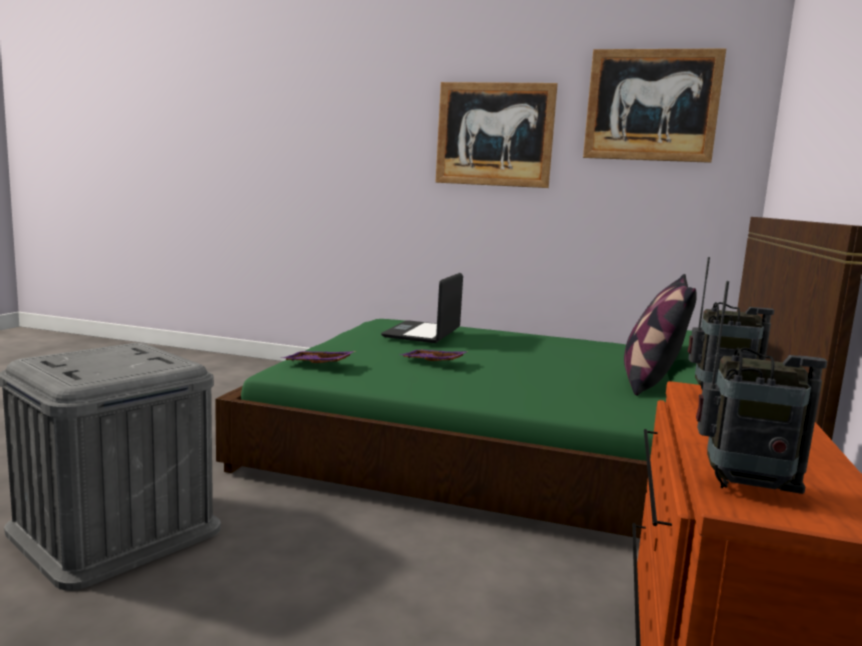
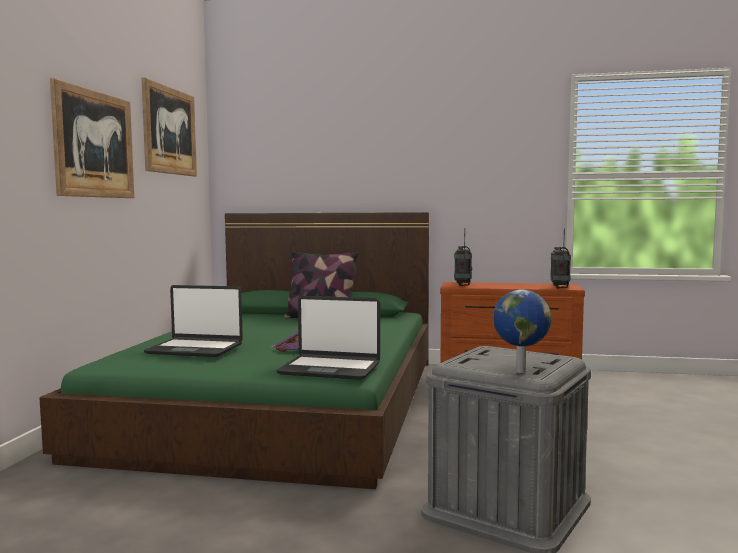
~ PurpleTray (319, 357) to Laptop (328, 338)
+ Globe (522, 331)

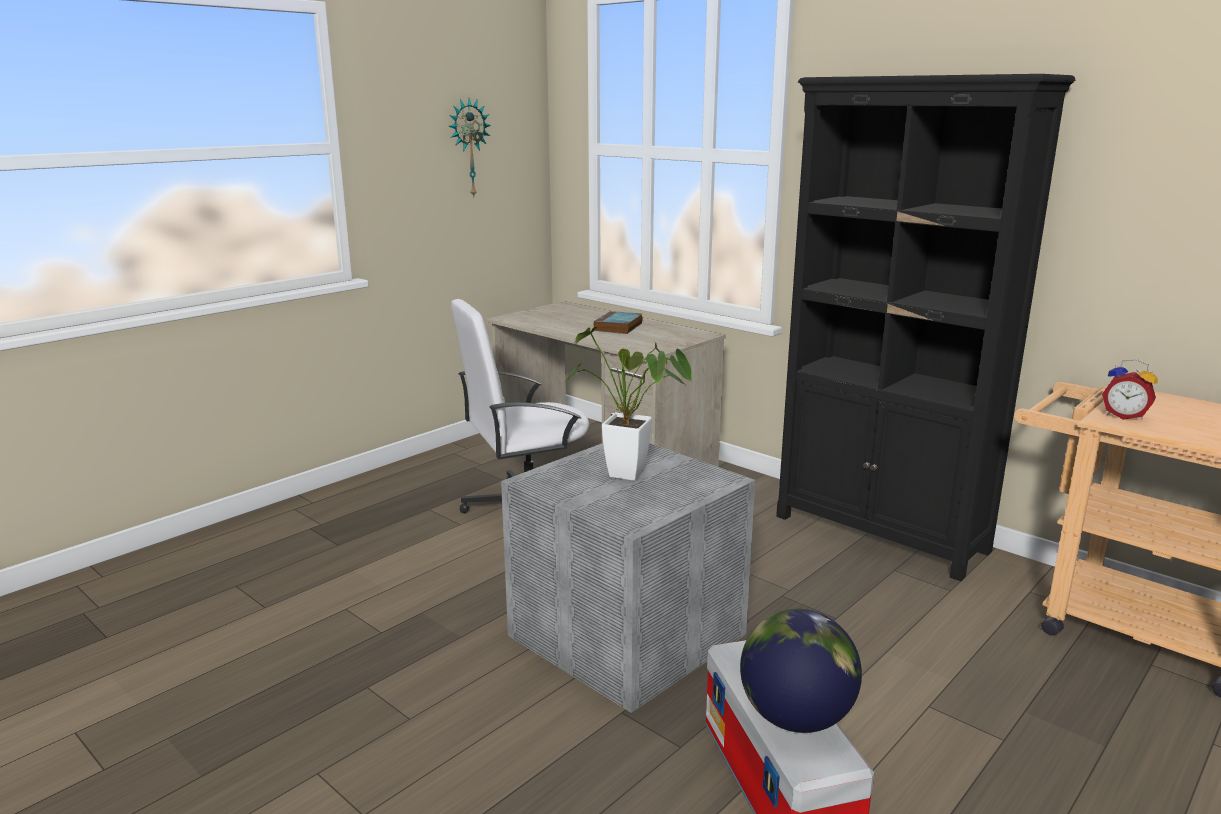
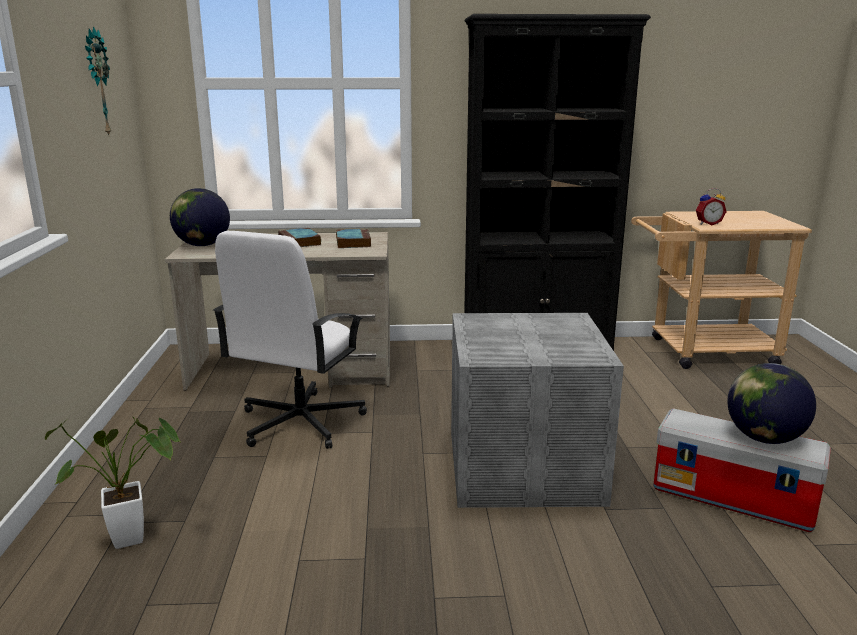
~ PottedPlant (628, 404) to (113, 483)
+ Globe (200, 217)
+ Book (353, 238)

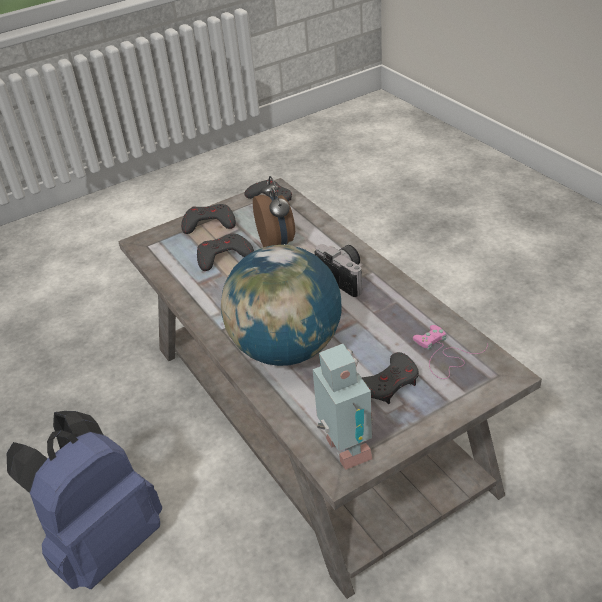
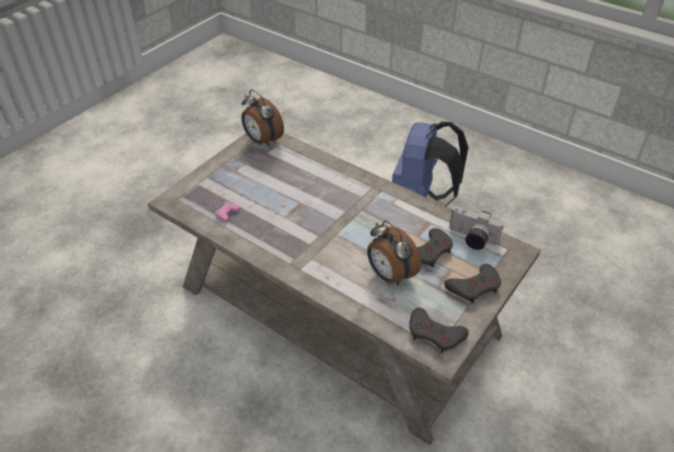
~ PhotoCamera (339, 270) to (476, 228)
- Globe (281, 305)
~ ToyRobot (343, 407) to AlarmClock (263, 118)
- GreyGameController (390, 378)

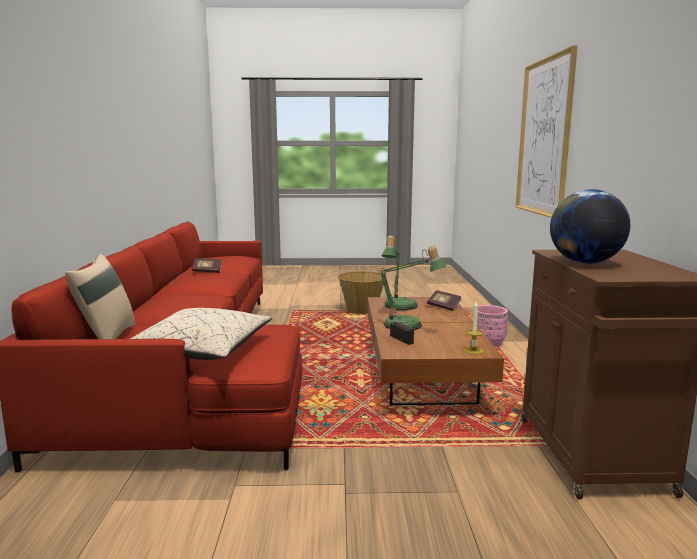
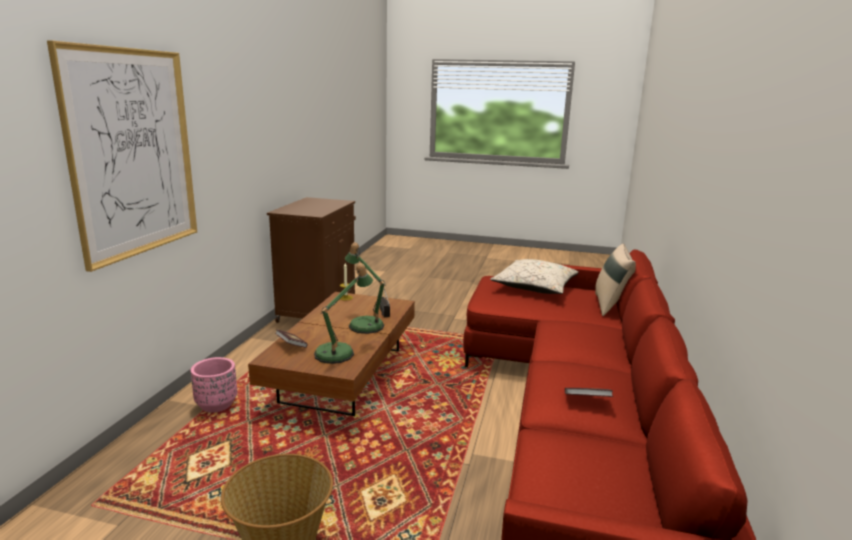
- Globe (590, 226)

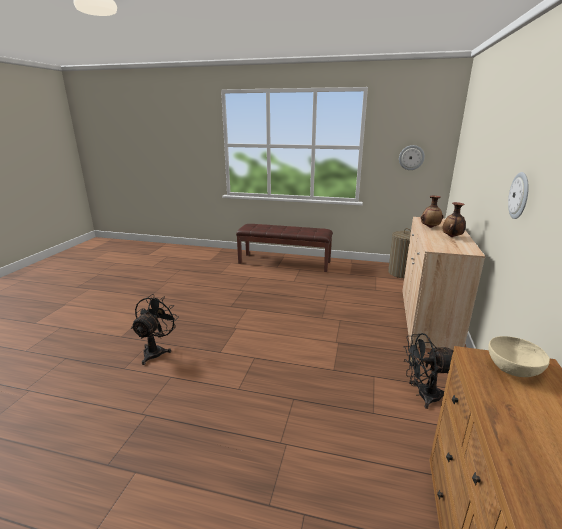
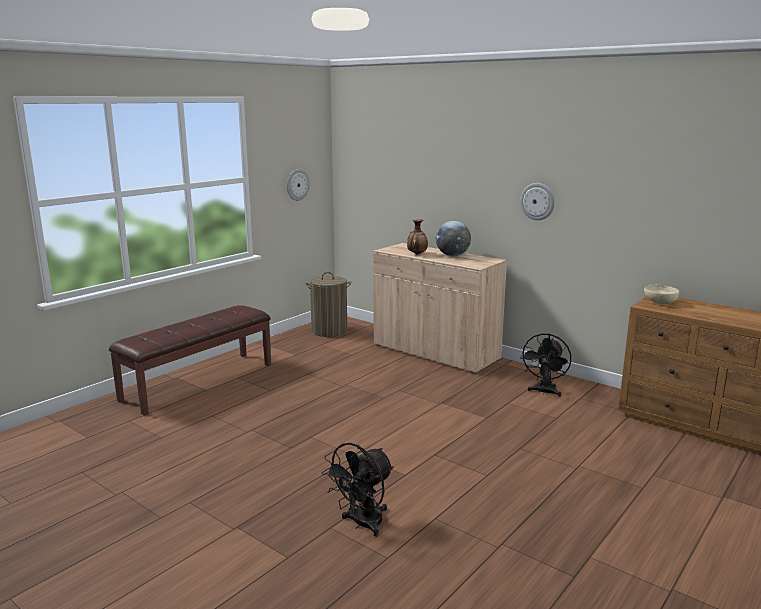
~ Vase (454, 219) to Globe (453, 238)
~ BlackFan (155, 329) = (358, 490) 90 degrees counterclockwise

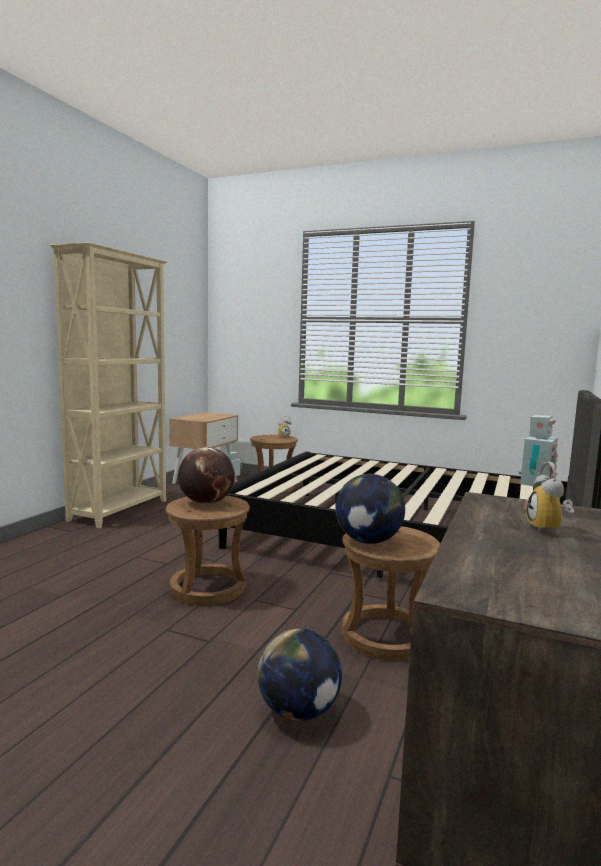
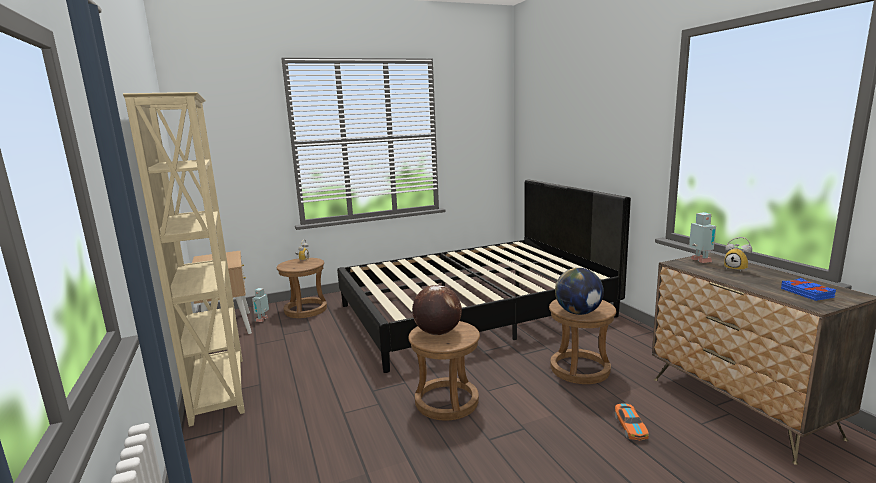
~ Globe (299, 674) to ToyCar (632, 421)
+ BlueBook (808, 289)

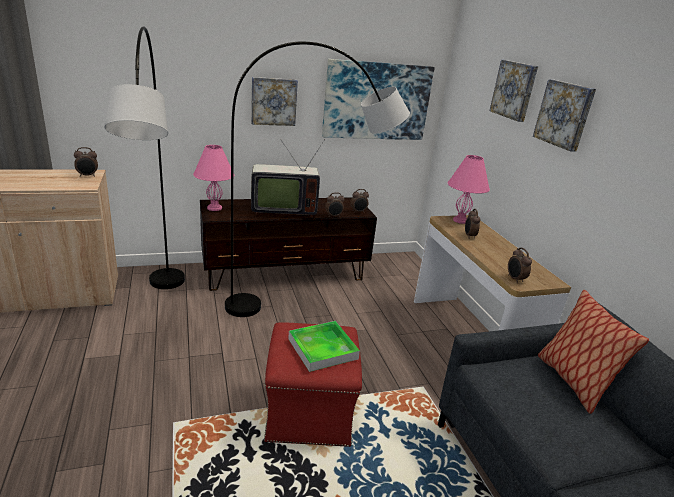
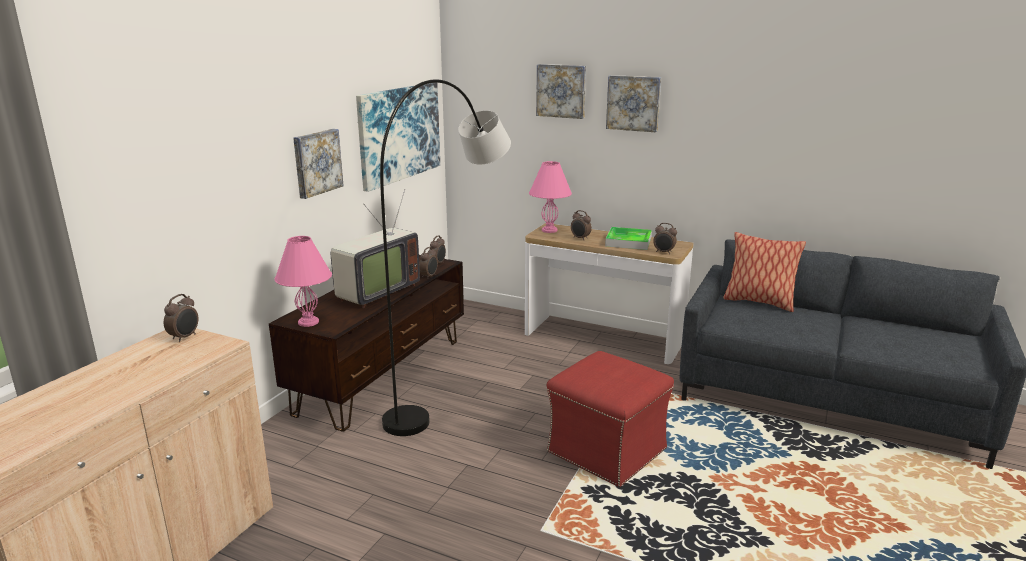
- GreyFloorLamp (144, 157)
~ Tray (324, 346) to (628, 238)

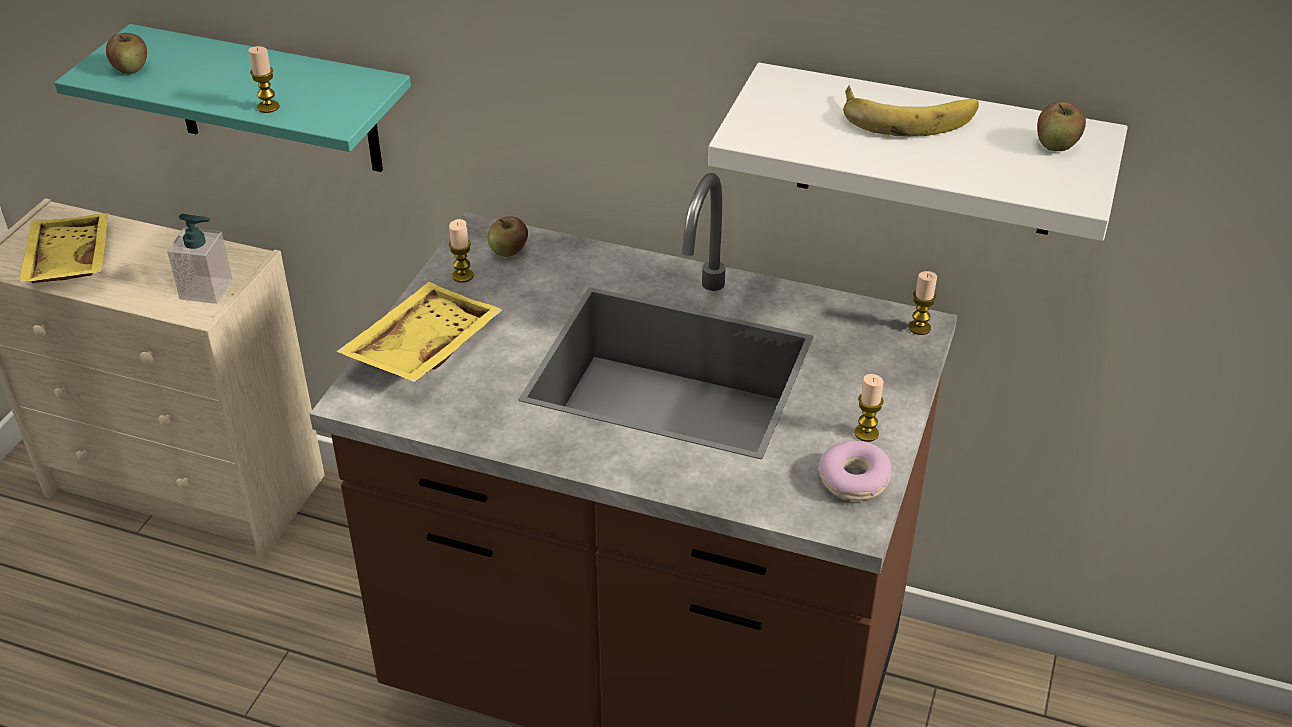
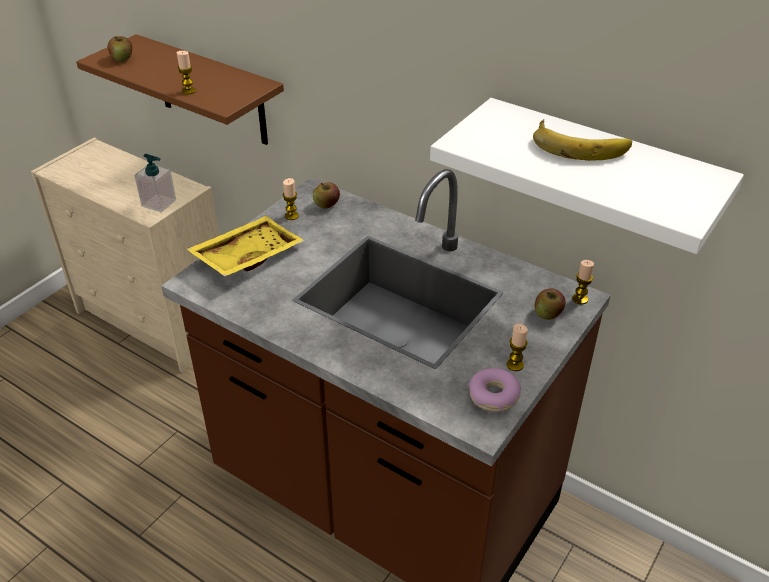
~ TurquoiseShelf (232, 98) to BrownShelf (180, 89)
~ Apple (1061, 126) to (550, 304)
- YellowTray (63, 248)

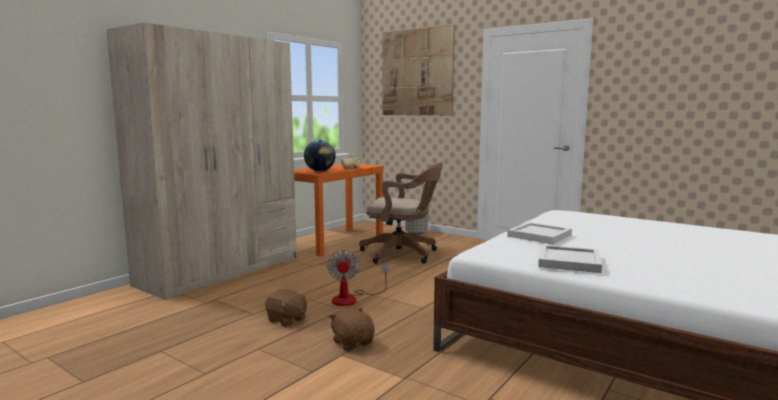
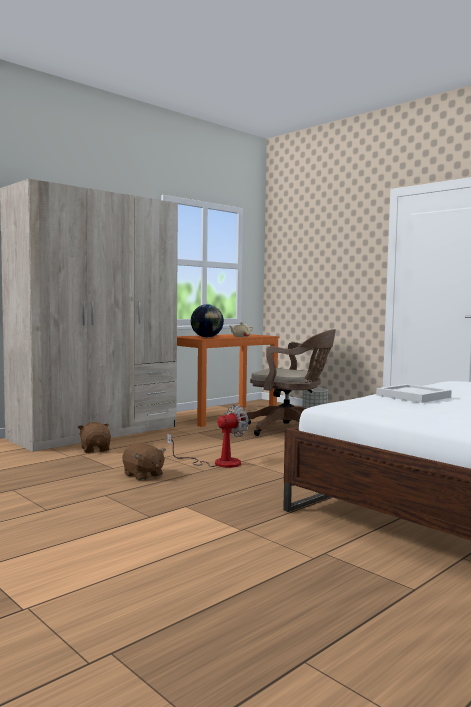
- Picture (418, 70)
- WhiteTray (570, 259)
~ Fan (358, 278) = (208, 436) 135 degrees counterclockwise
~ BrownPlushToy (352, 329) to (94, 437)

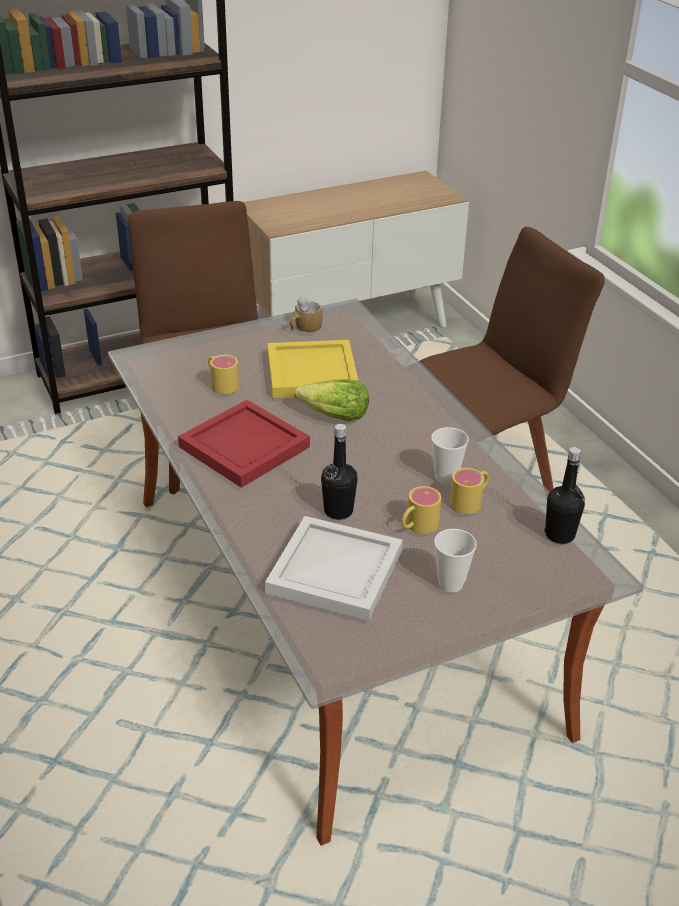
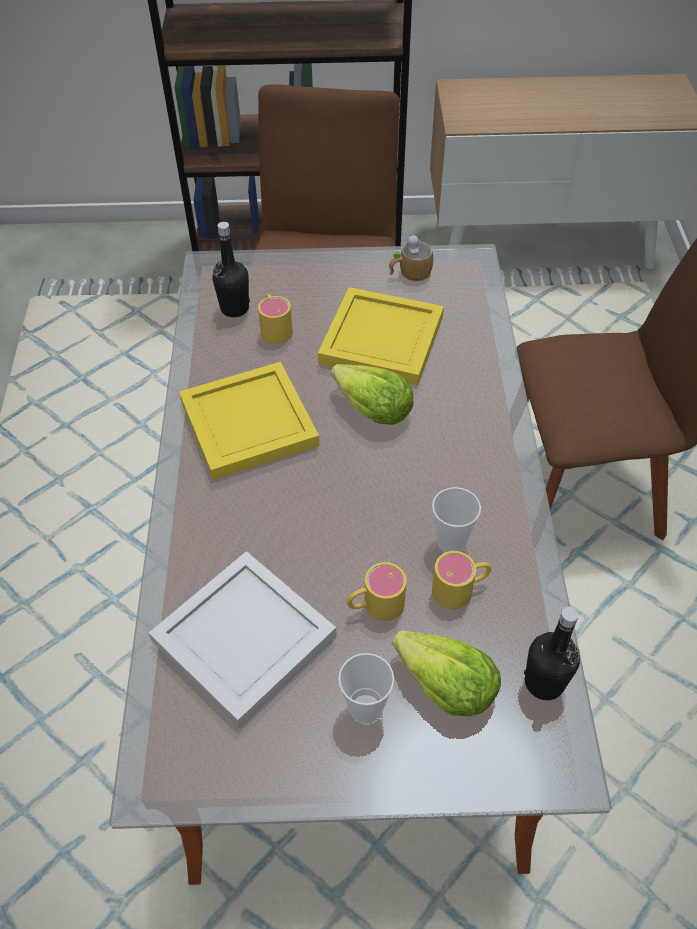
~ RedTray (244, 444) to YellowTray (249, 421)
~ BlackBottle (339, 471) to (231, 269)
+ Lettuce (446, 673)

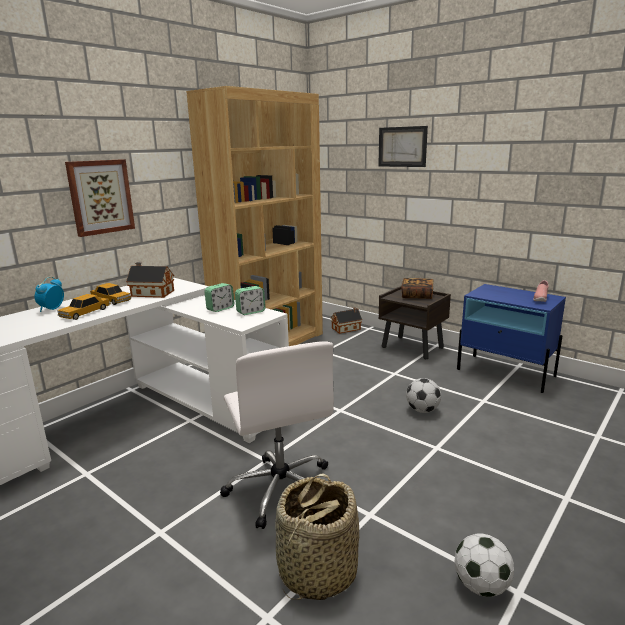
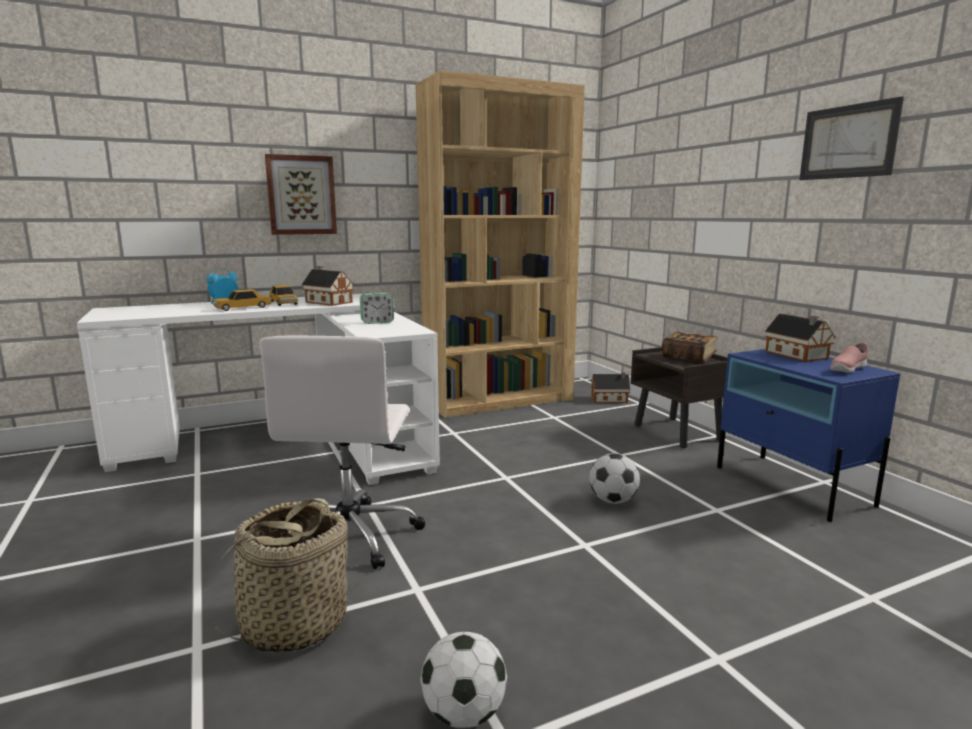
~ Picture (403, 146) to (852, 138)
- AlarmClock (250, 300)
+ ToyHouse (800, 338)

